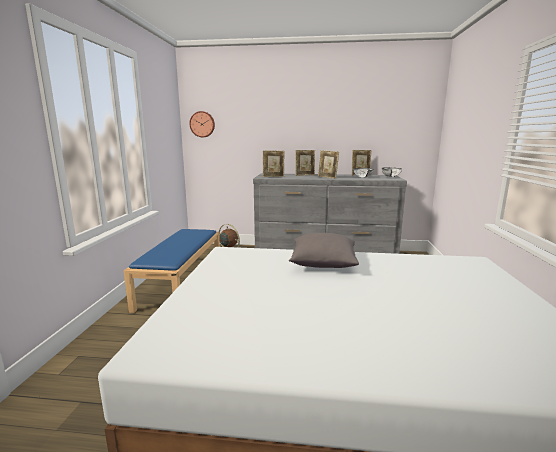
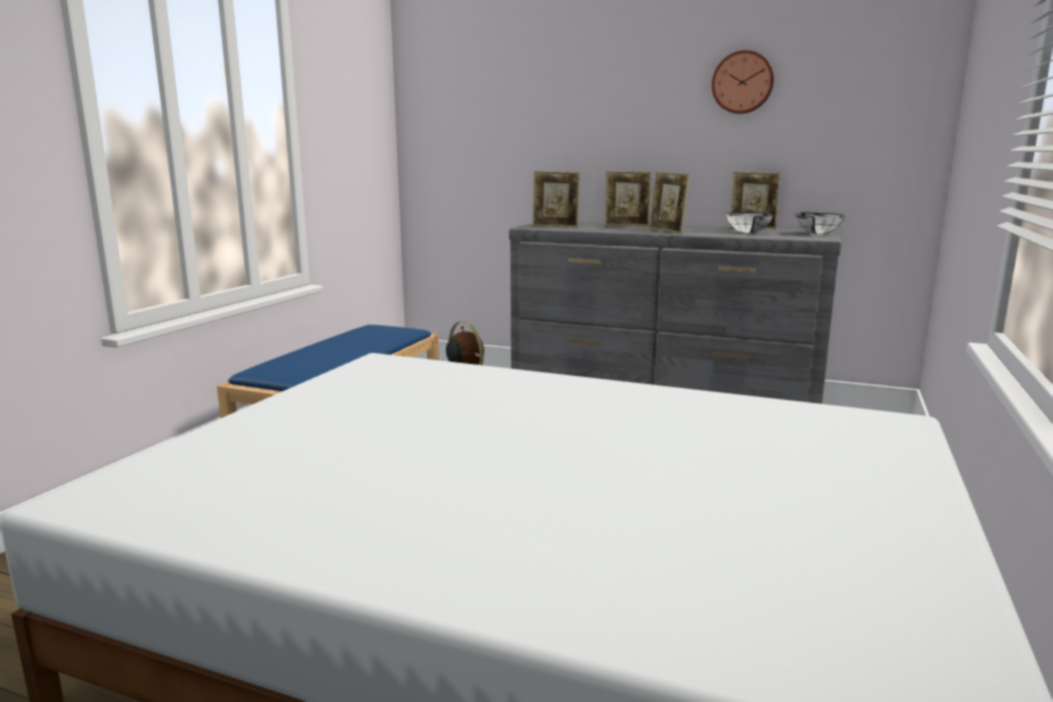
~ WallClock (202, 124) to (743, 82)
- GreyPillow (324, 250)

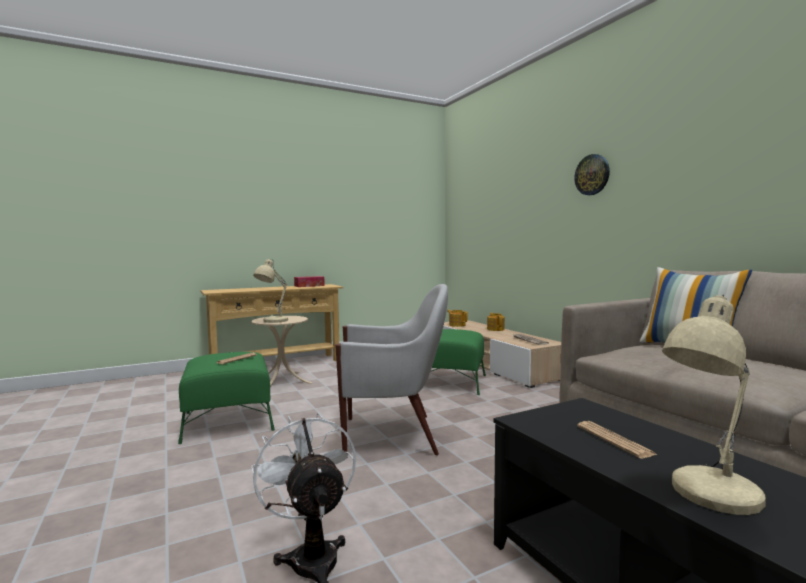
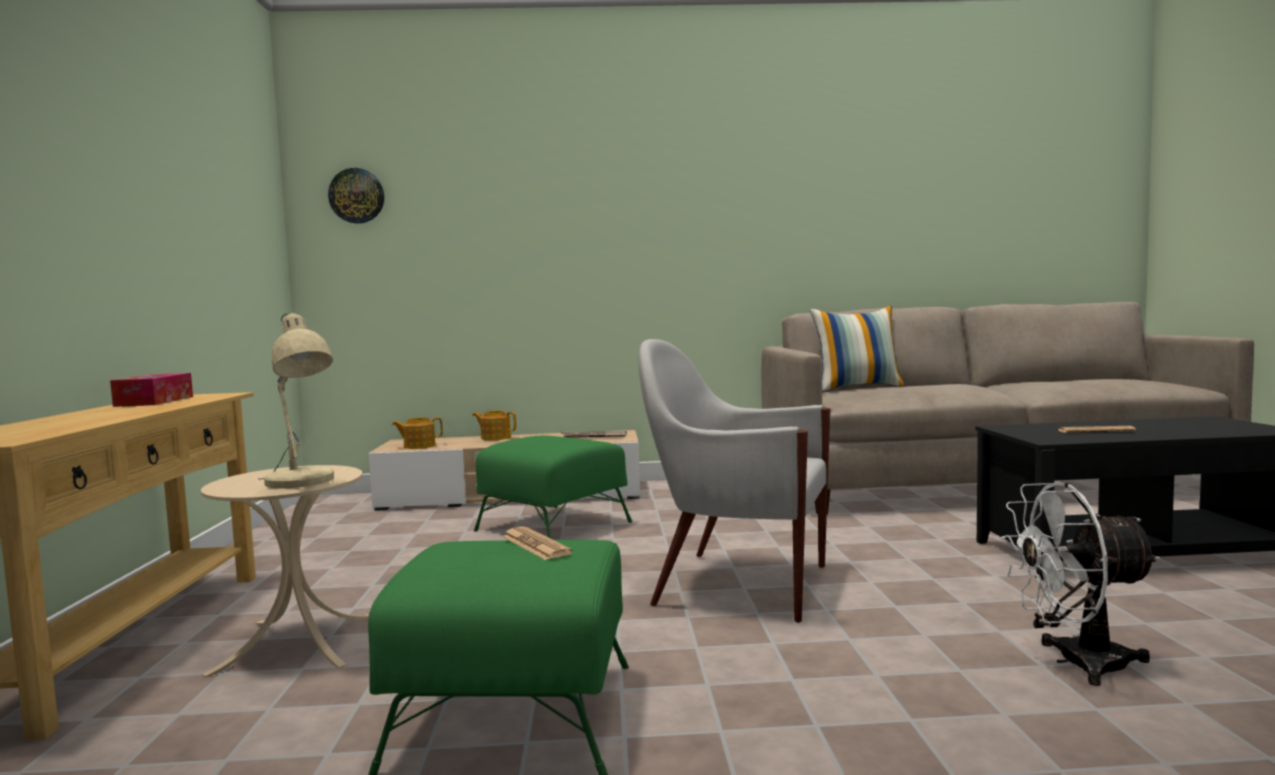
~ WallClock (592, 174) to (356, 196)
~ WhiteArmchair (391, 371) = (734, 481) 90 degrees counterclockwise
- BeigeTableLamp (714, 405)

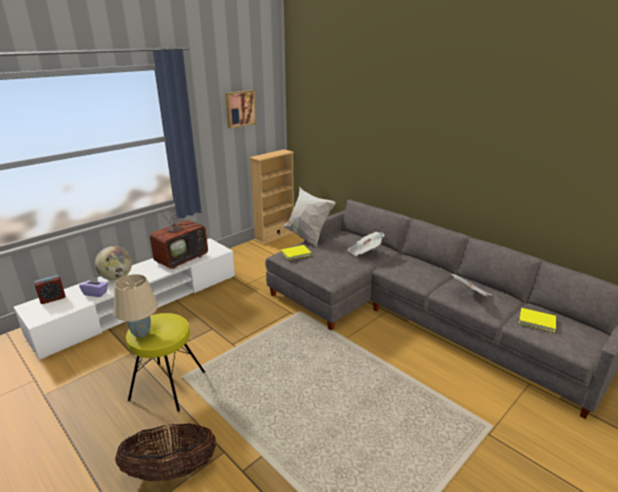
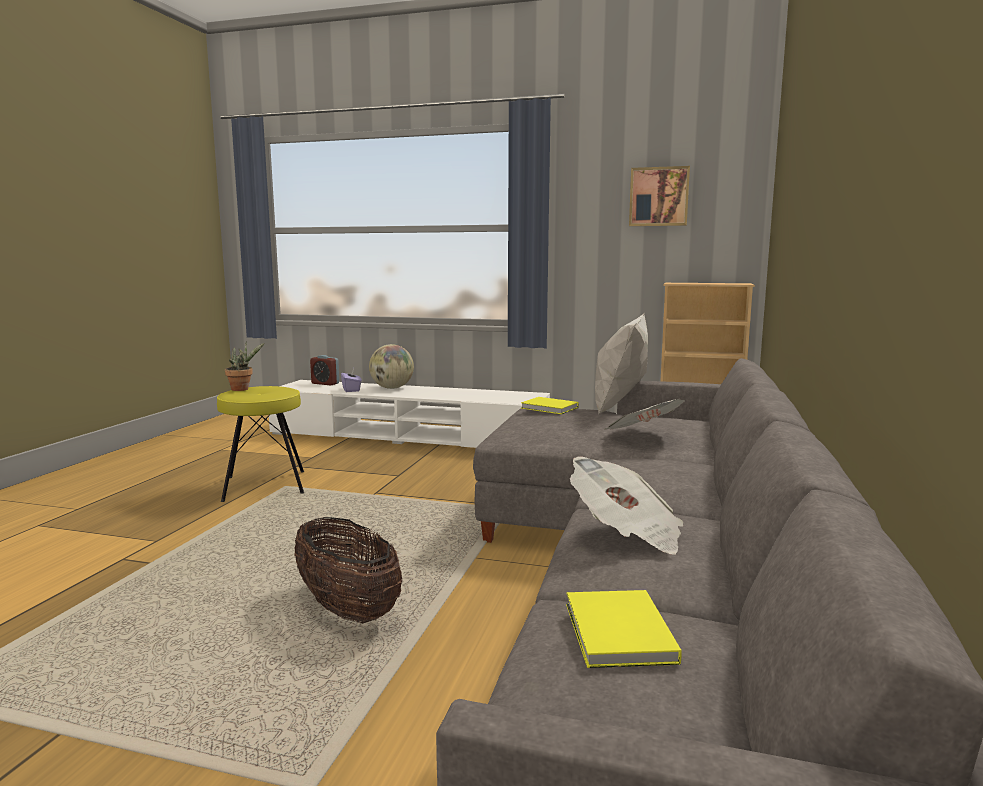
- Television (179, 233)
~ BeigeTableLamp (136, 306) to PottedPlant (245, 366)
~ Basket (165, 452) to (348, 570)

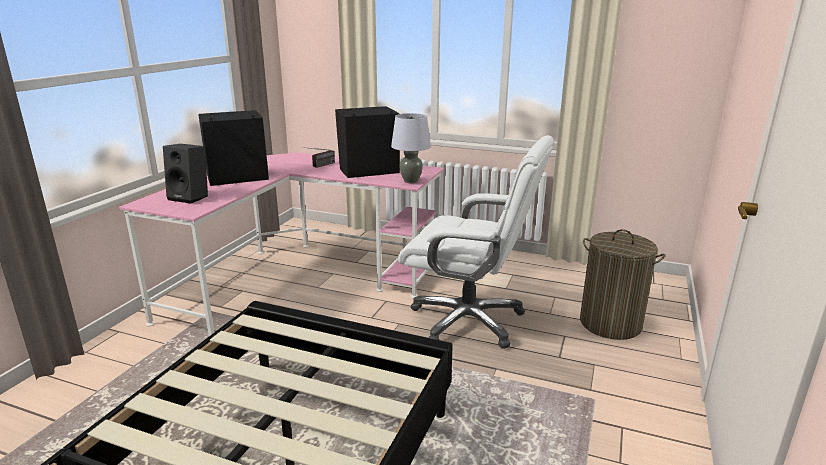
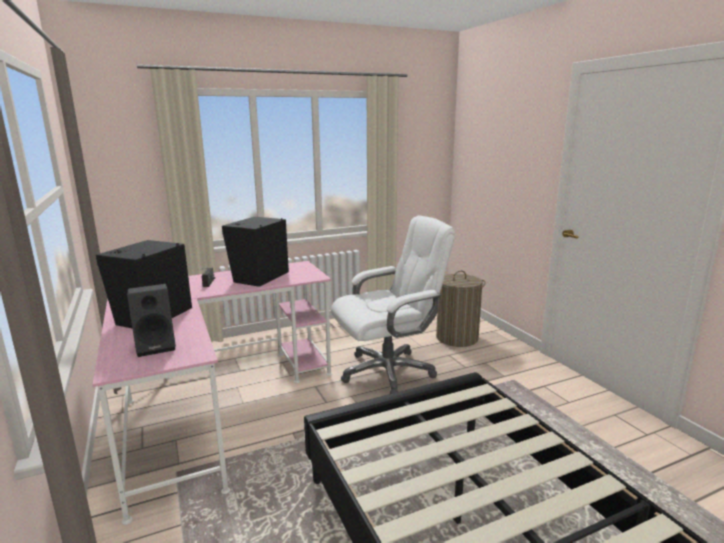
- GreyTableLamp (411, 148)

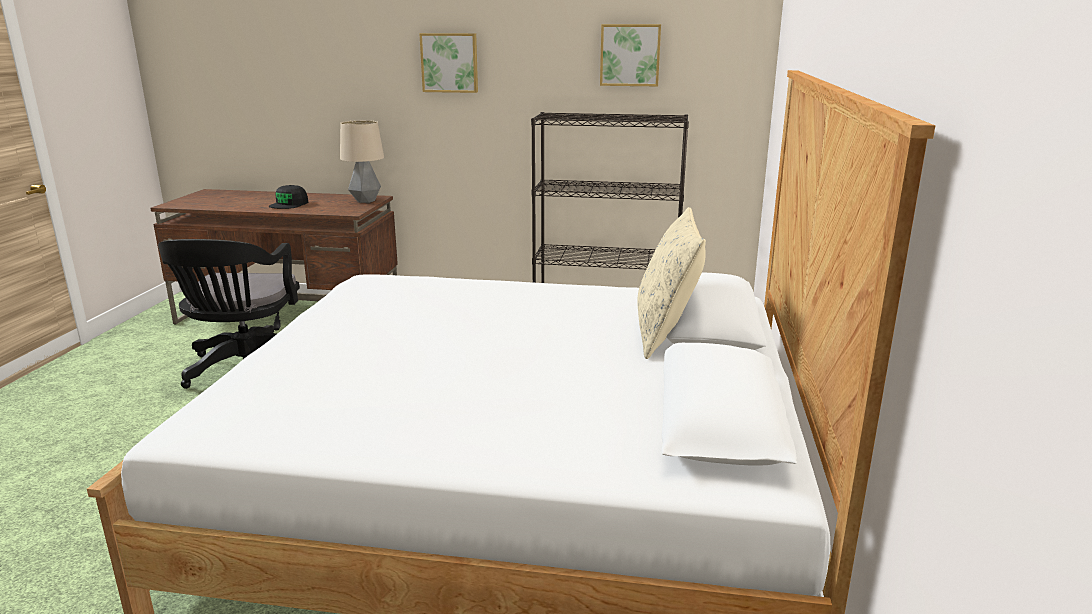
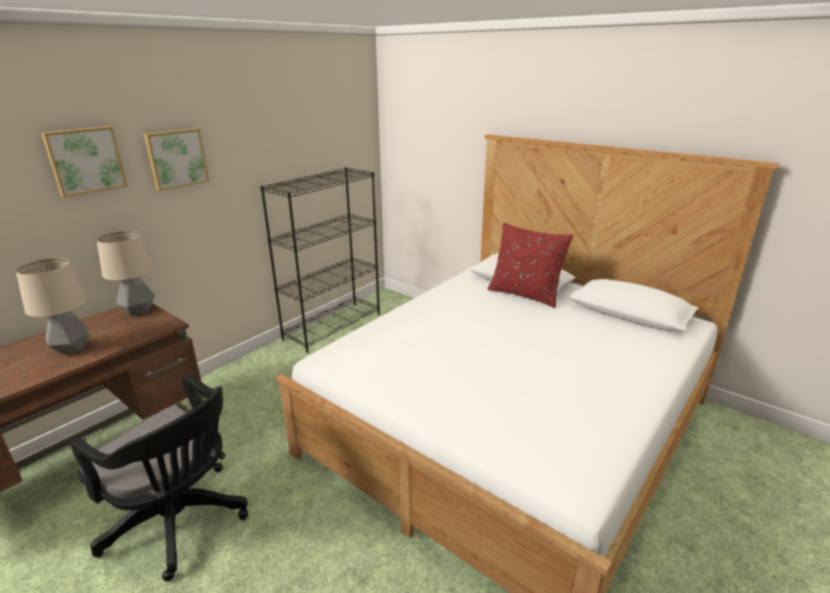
~ Picture (630, 55) to (84, 162)
~ BlackCap (289, 197) to TableLamp (52, 306)
~ BeigePillow (671, 283) to RedPillow (531, 265)

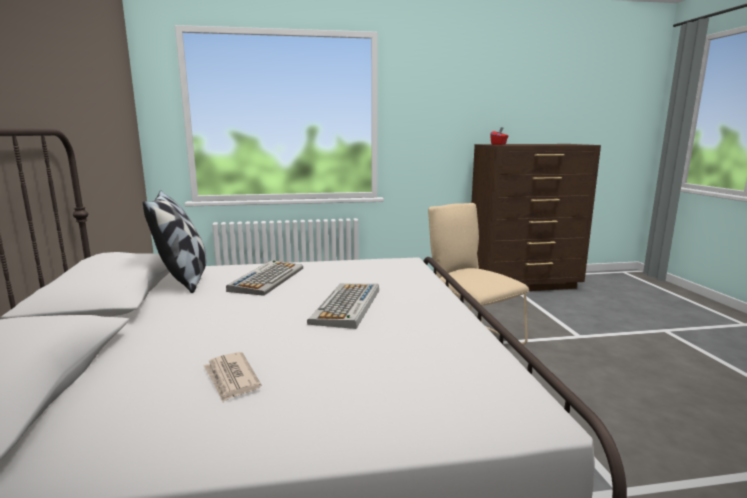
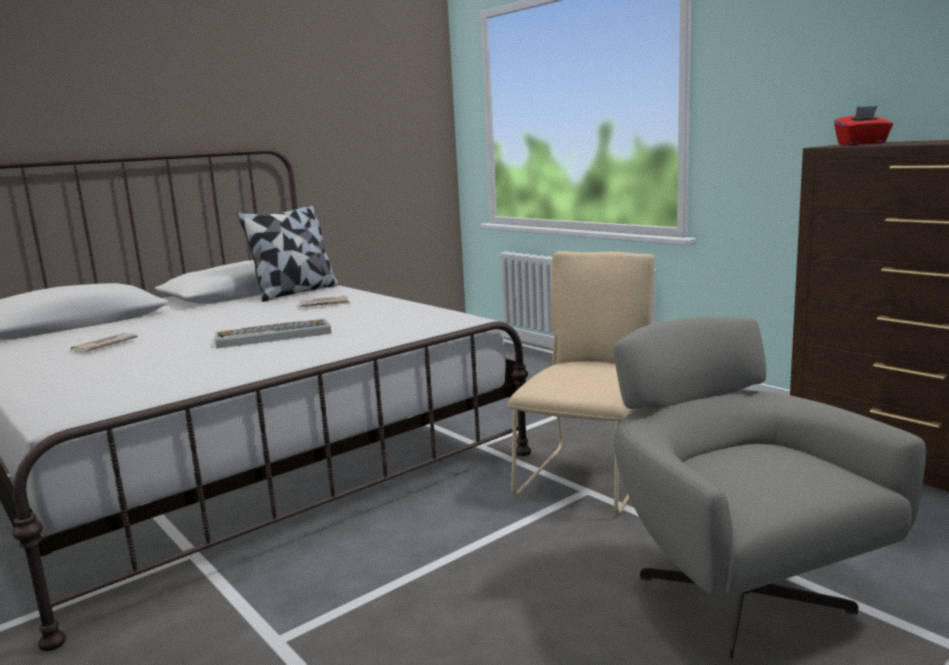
~ Keyboard (264, 278) to Newspaper (325, 301)
+ GreyArmchair (769, 488)

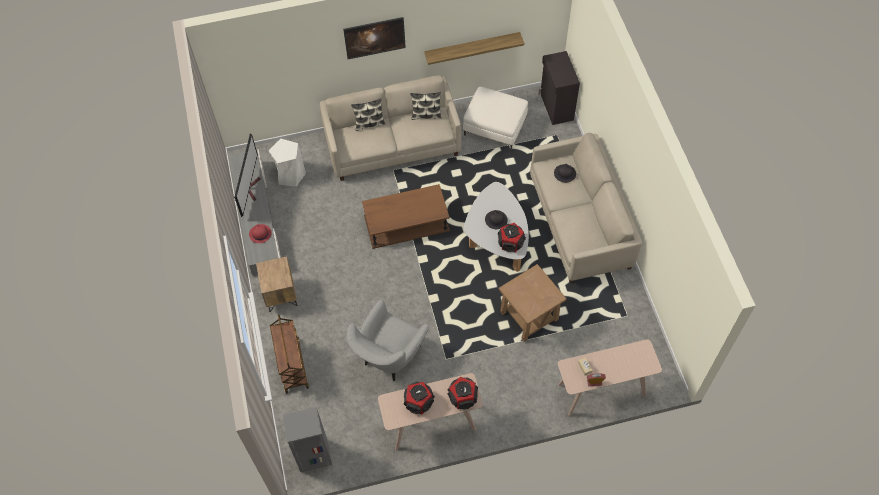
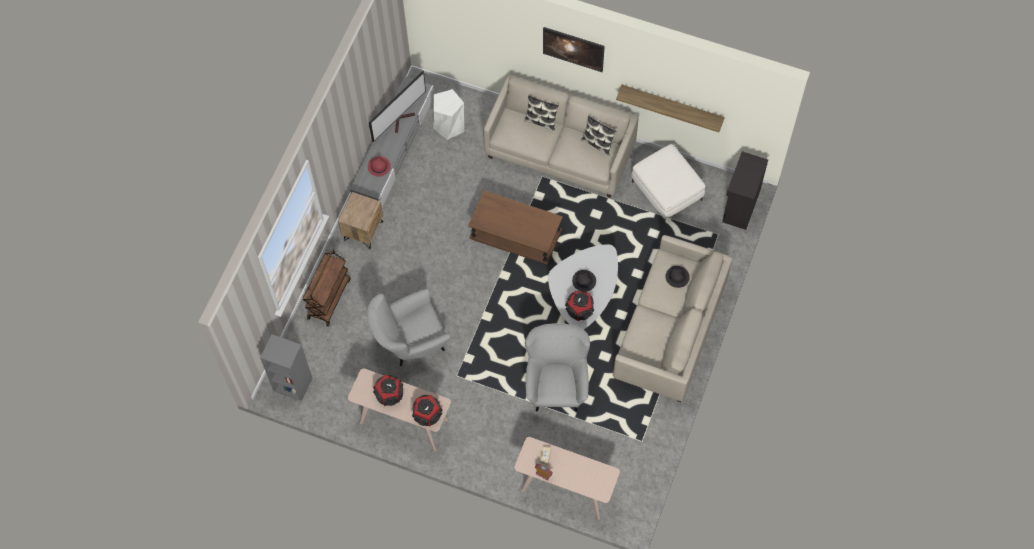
~ BrownSideTable (532, 303) to GreyArmchair (557, 367)

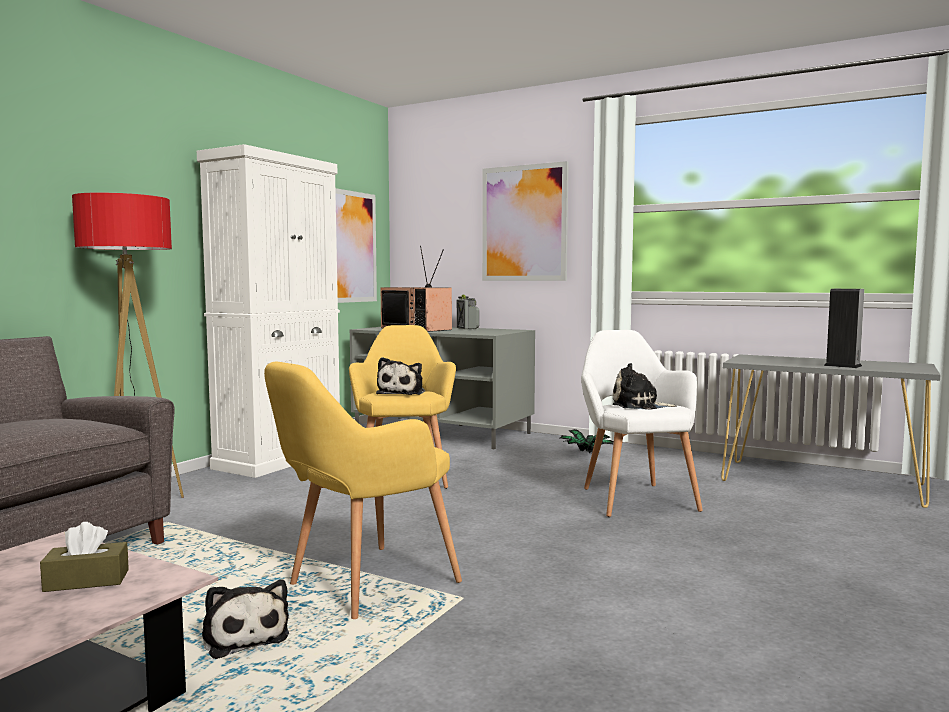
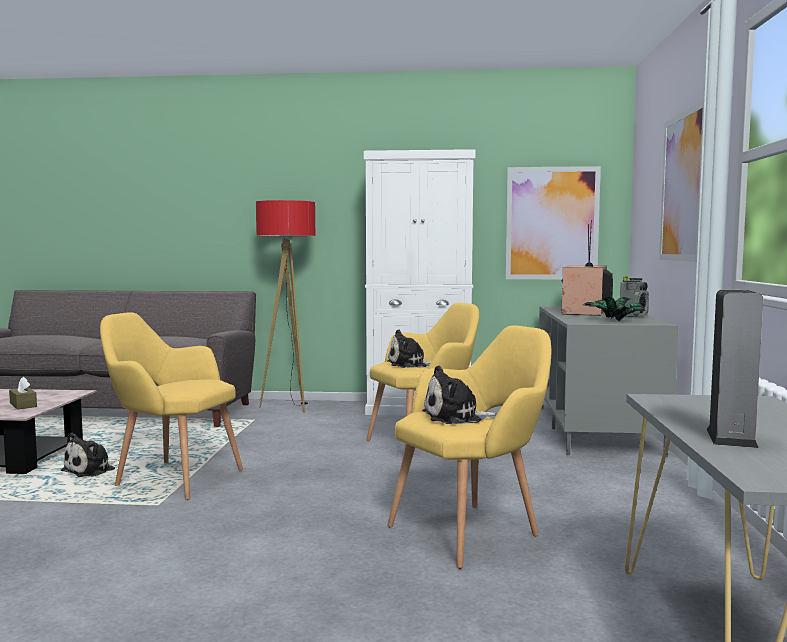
~ WhiteArmchair (642, 423) to YellowArmchair (470, 447)
~ PlushToy (645, 386) = (459, 394) 90 degrees counterclockwise
~ PottedPlant (587, 441) to (614, 309)

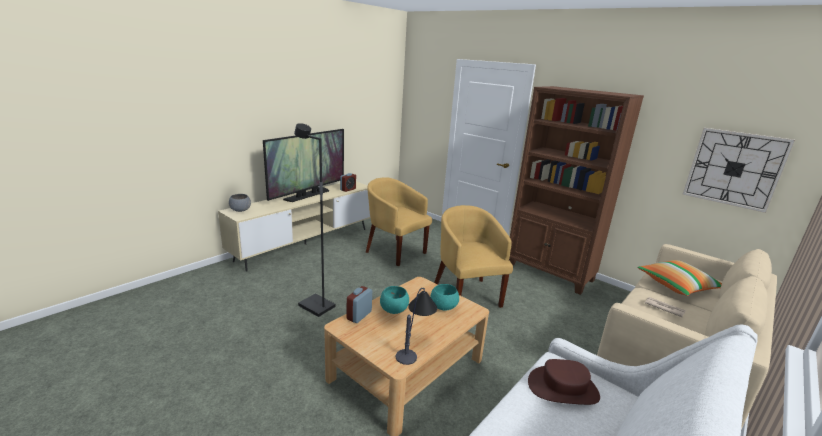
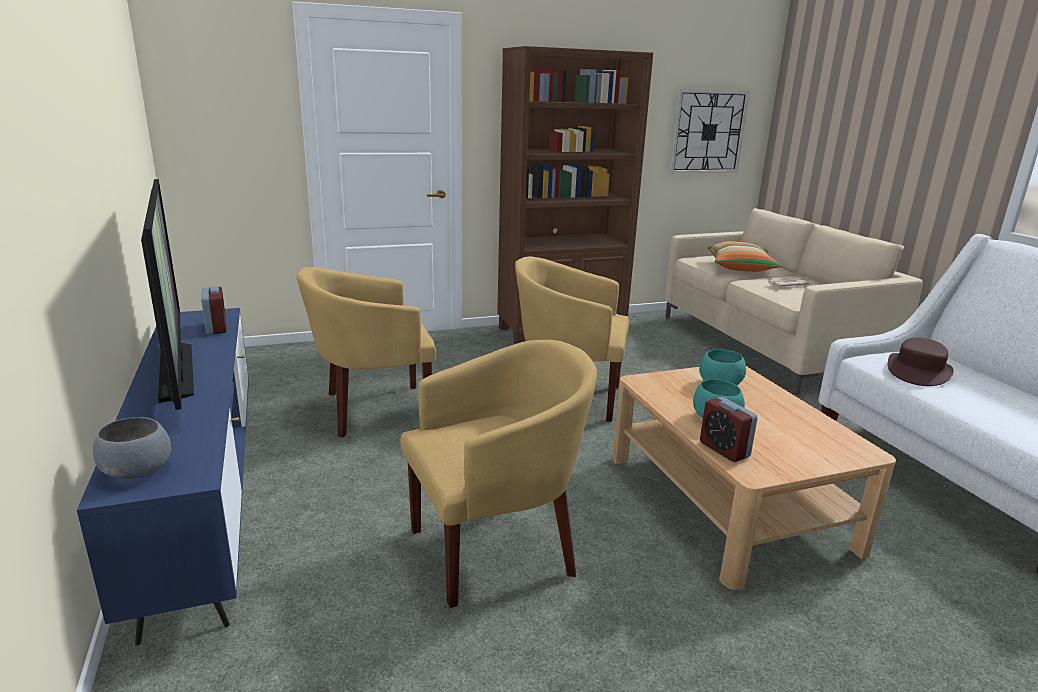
~ BlackFloorLamp (315, 220) to YellowArmchair (498, 474)
~ BeigeTvStand (294, 226) to BlueTvStand (163, 477)
- TableLamp (416, 326)

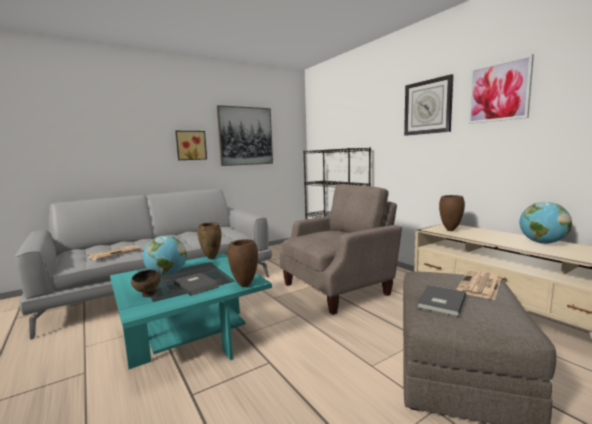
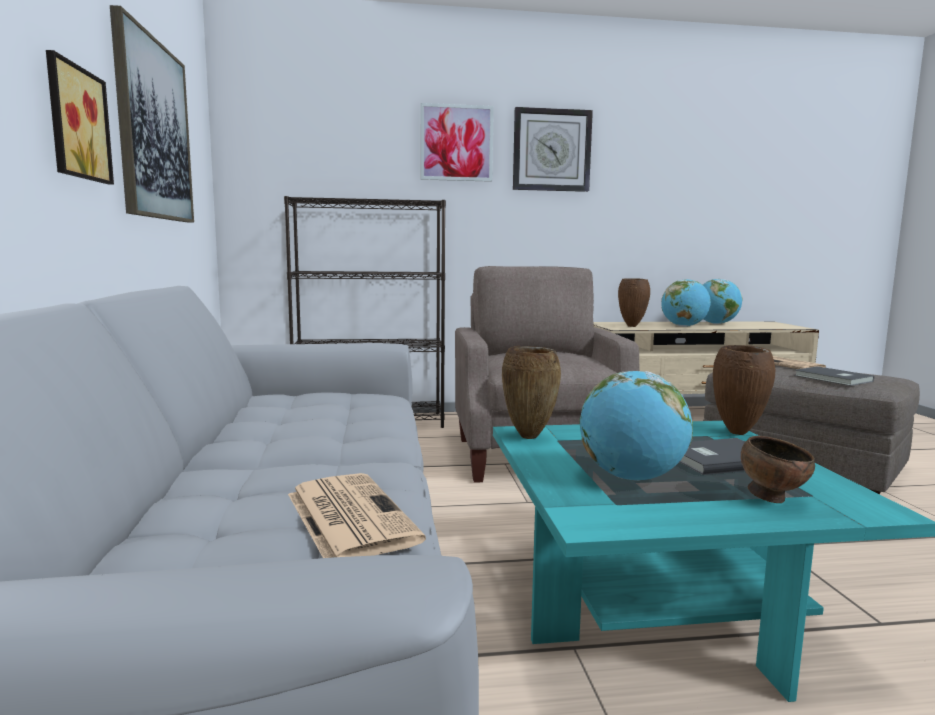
~ Picture (501, 89) to (457, 142)
+ Globe (686, 303)

